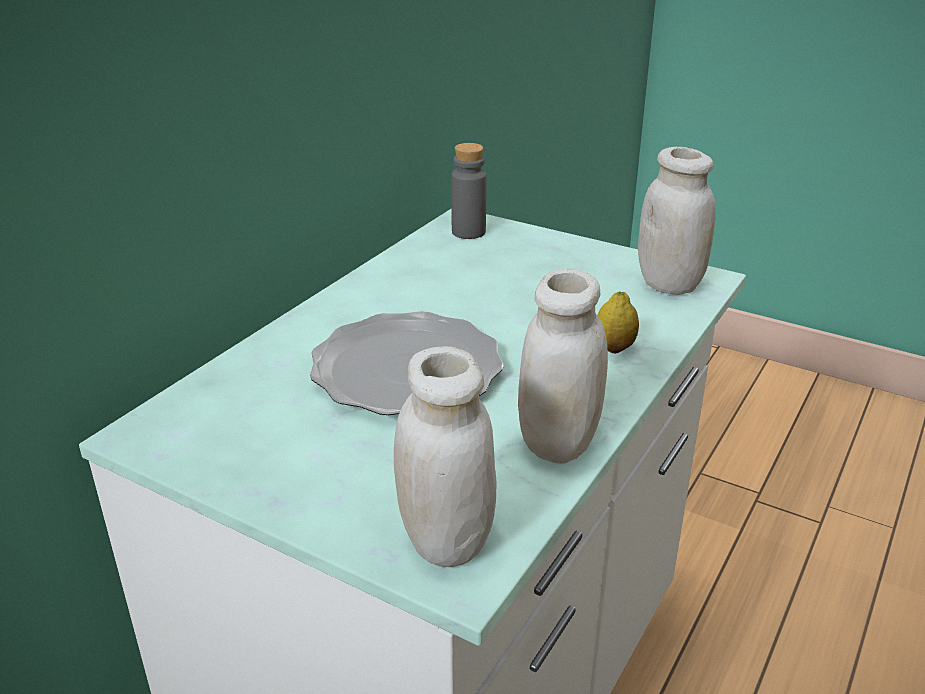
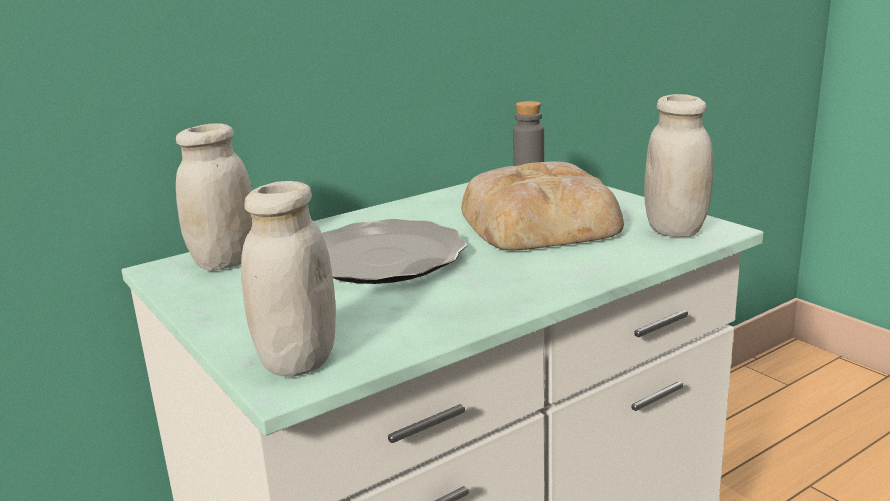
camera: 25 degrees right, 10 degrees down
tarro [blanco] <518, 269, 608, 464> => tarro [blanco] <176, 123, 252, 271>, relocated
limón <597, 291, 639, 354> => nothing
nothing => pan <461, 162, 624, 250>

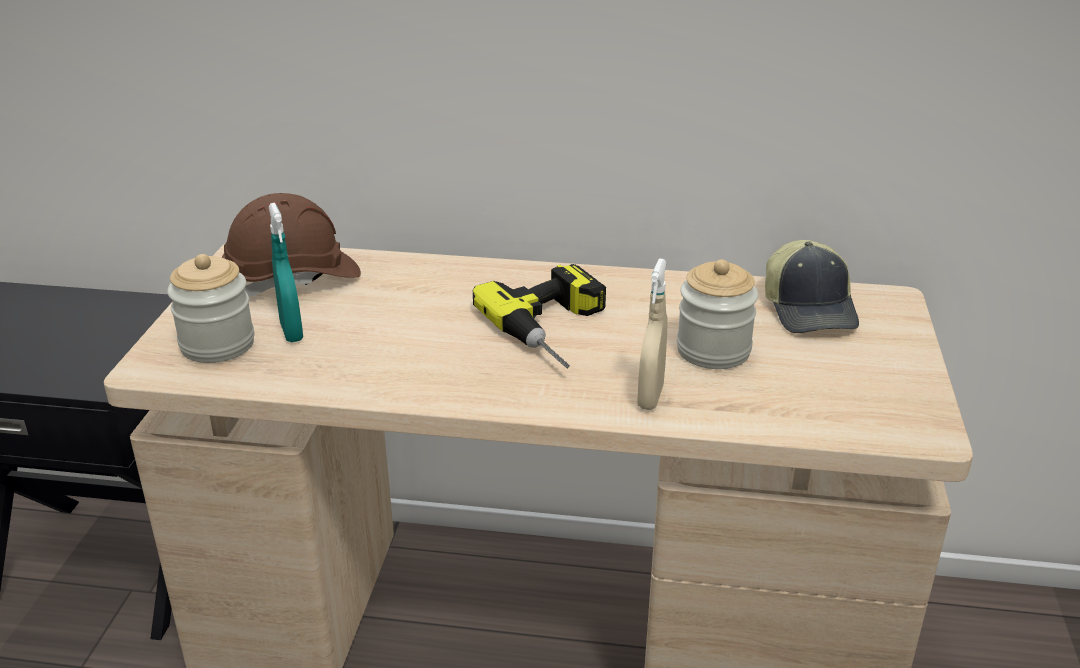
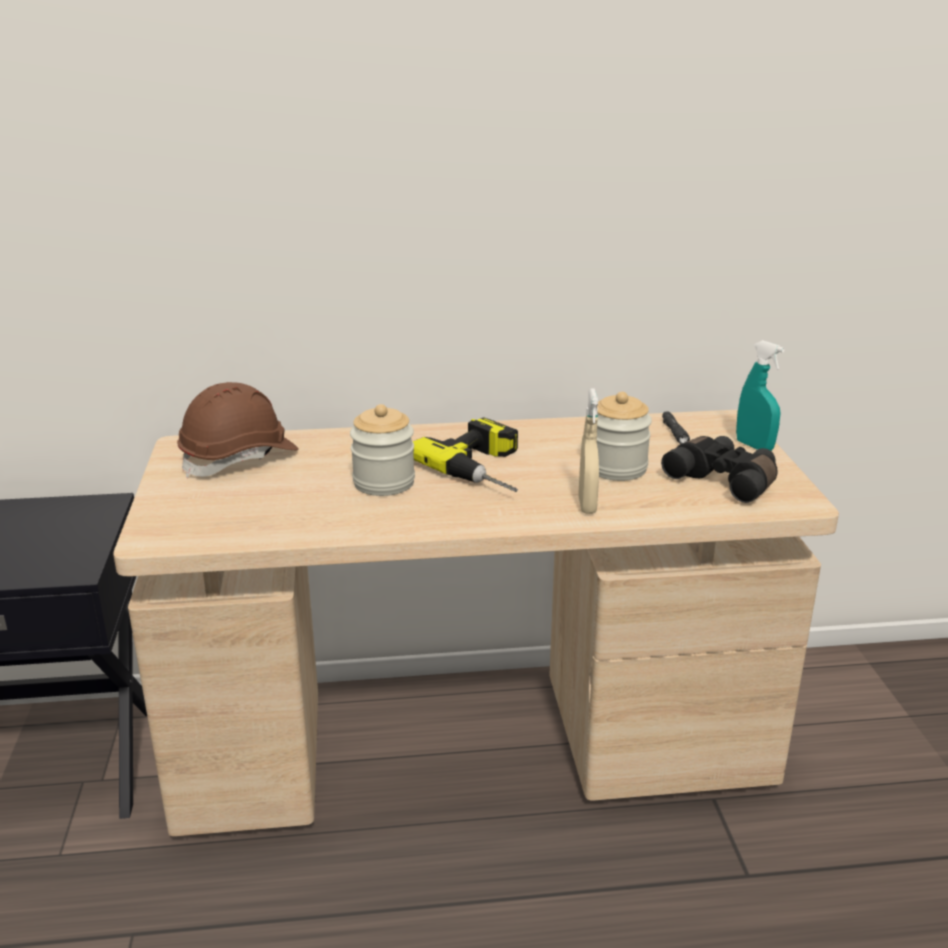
camera: 15 degrees left, 5 degrees down
pulverizador [turquesa] <269, 203, 303, 342> => pulverizador [turquesa] <736, 340, 785, 451>, relocated
gorra <765, 240, 859, 333> => linterna [negro] <662, 411, 690, 444>
tarro <167, 254, 254, 363> => tarro <350, 404, 415, 496>, relocated
nothing => prismáticos [negro] <661, 436, 778, 503>

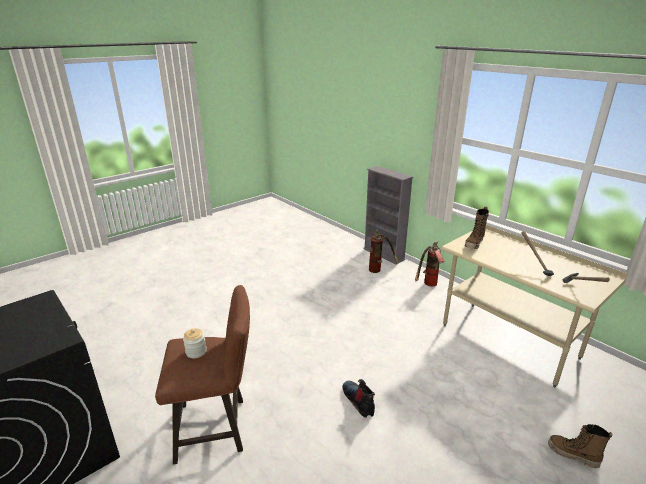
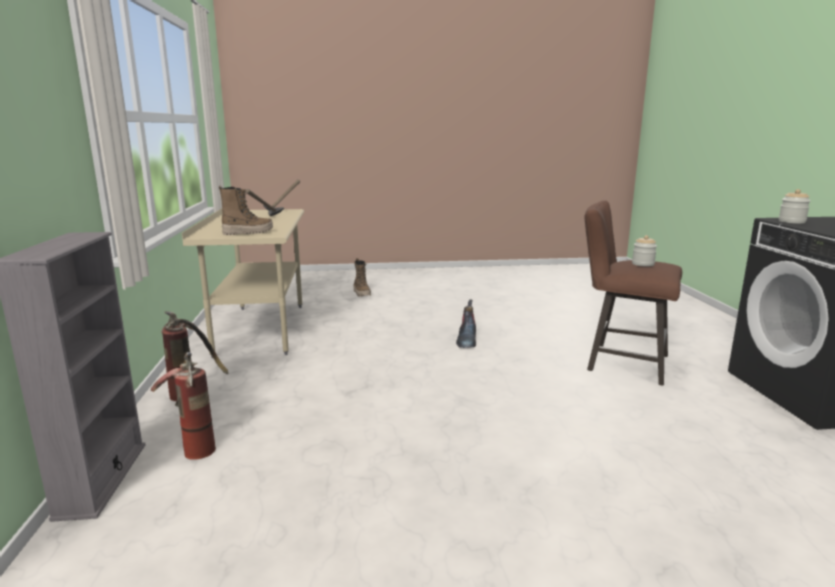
camera: 145 degrees left, 10 degrees down
nothing => tarro <779, 189, 811, 224>

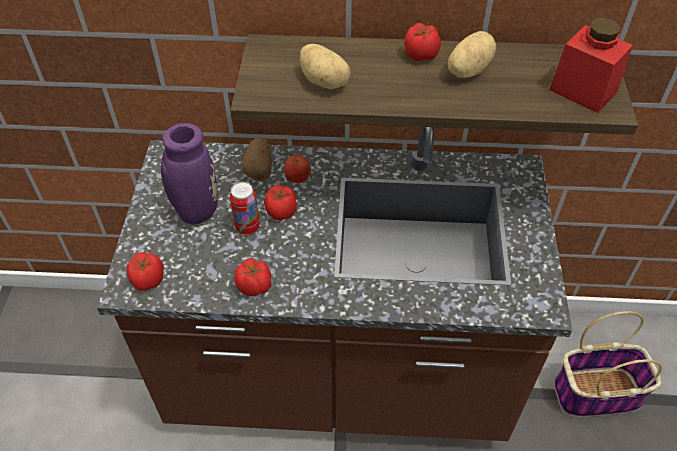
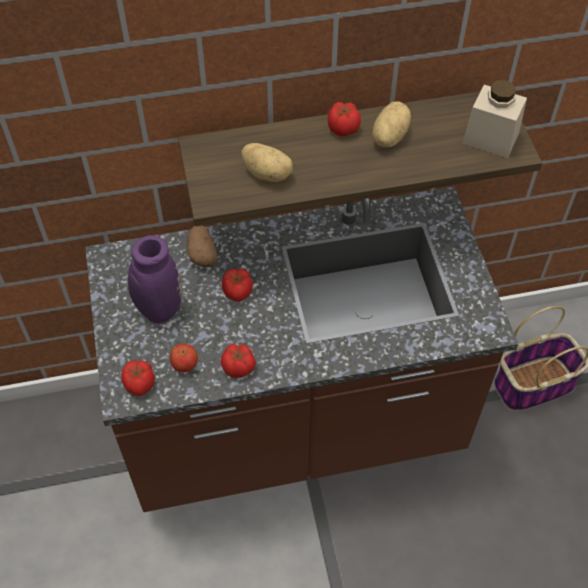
camera: 15 degrees left, 5 degrees up
tarro [rojo] <549, 18, 633, 113> => tarro [beis] <462, 80, 527, 158>
manzana <284, 156, 311, 183> => manzana <170, 344, 198, 372>, relocated
lata <230, 182, 260, 235> => nothing

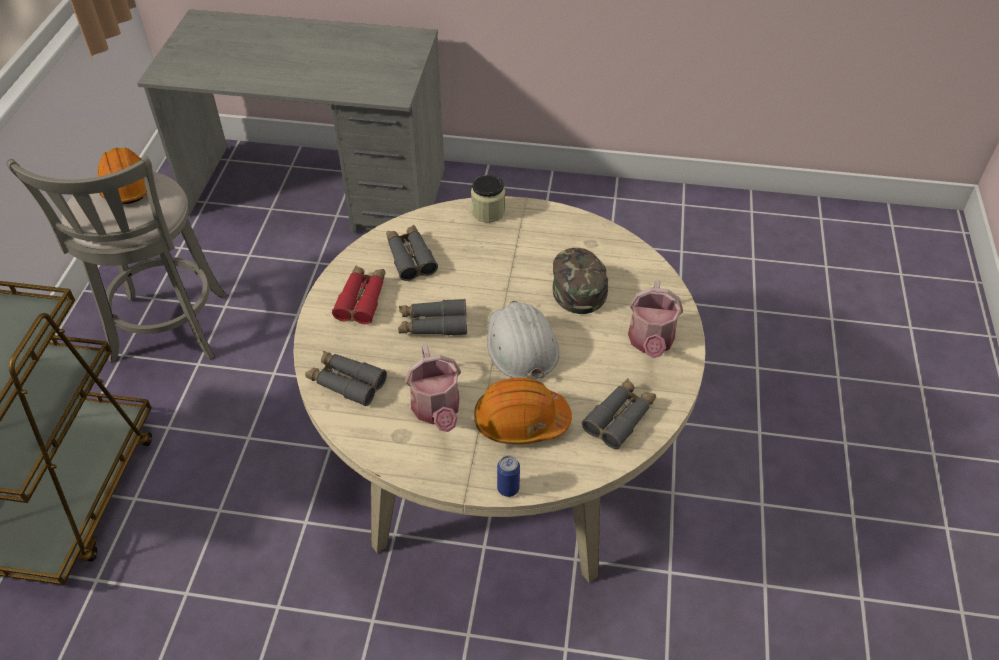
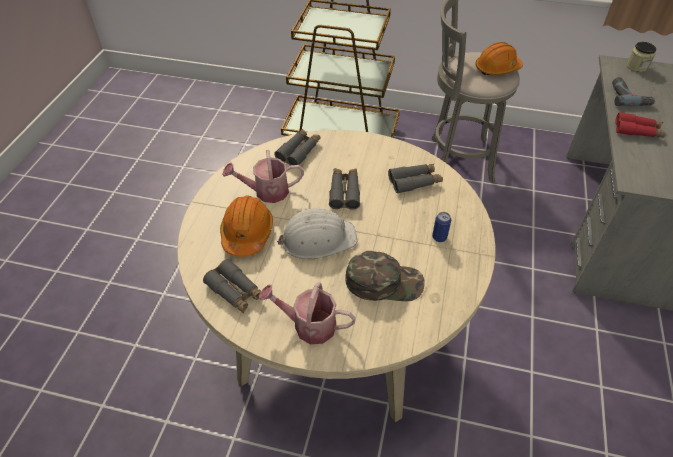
camera: 95 degrees right, 0 degrees up
tarro <471, 175, 505, 223> => tarro <626, 42, 656, 72>, relocated
prismáticos [rojo] <332, 265, 386, 324> => prismáticos [rojo] <615, 112, 666, 138>, relocated
lata <497, 455, 520, 497> => lata <432, 212, 451, 242>, relocated
nothing => taladro <612, 77, 655, 106>

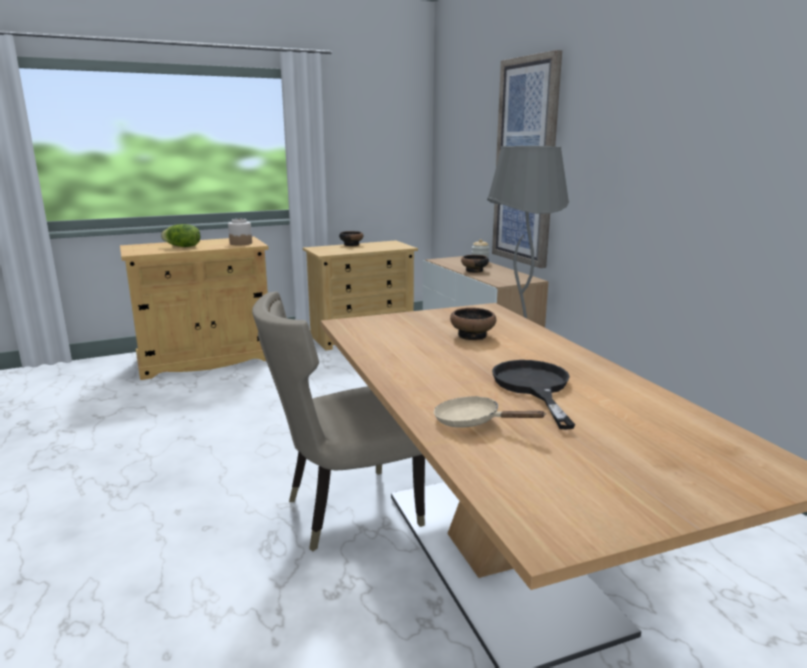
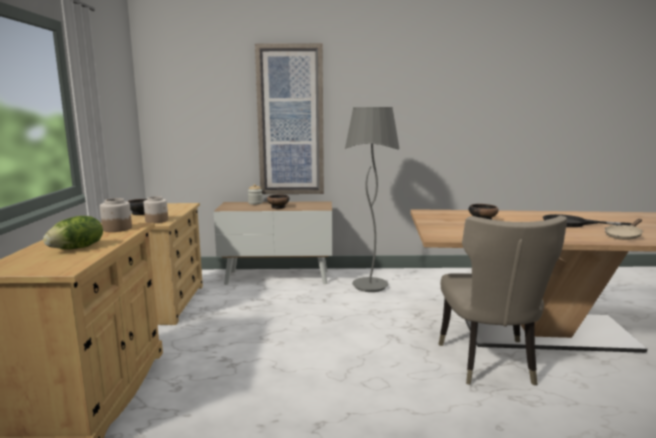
camera: 65 degrees left, 5 degrees down
nothing => tarro <144, 196, 168, 223>

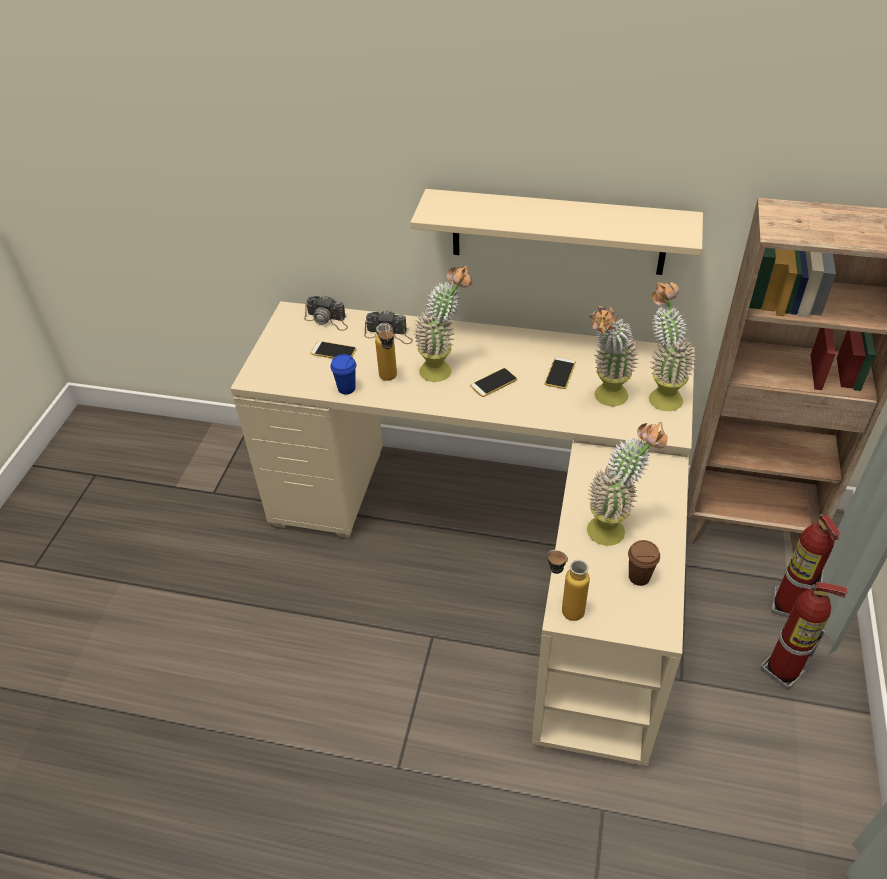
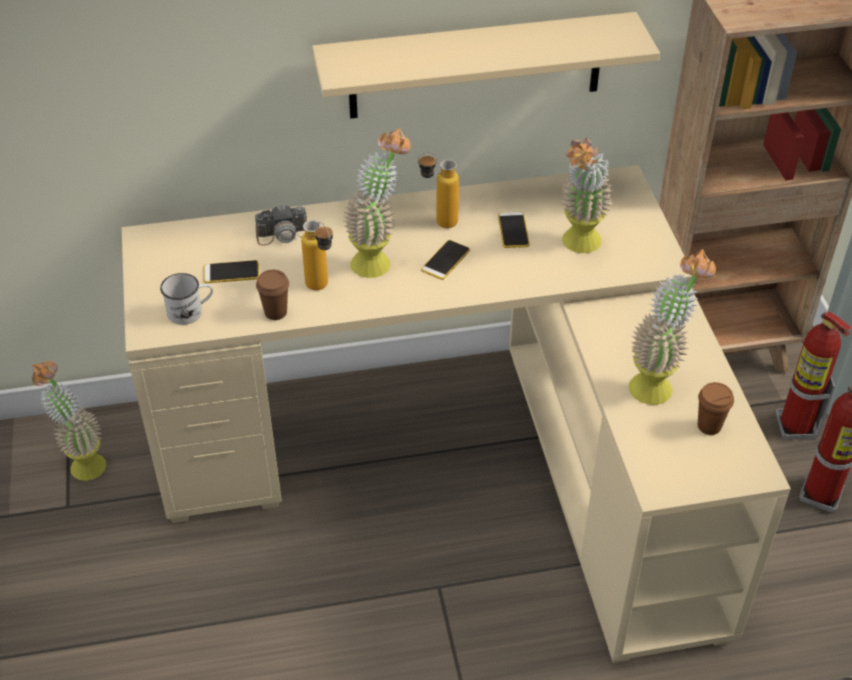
camera: 25 degrees left, 0 degrees up
planta en maceta <649, 282, 696, 411> => planta en maceta <32, 361, 106, 481>, relocated
cámara <304, 295, 348, 331> => nothing
taza [azul] <330, 354, 357, 395> => taza [marrón] <256, 270, 289, 320>
botella <547, 550, 590, 621> => botella <418, 152, 459, 228>, relocated
nothing => taza grande [blanco] <160, 273, 213, 325>

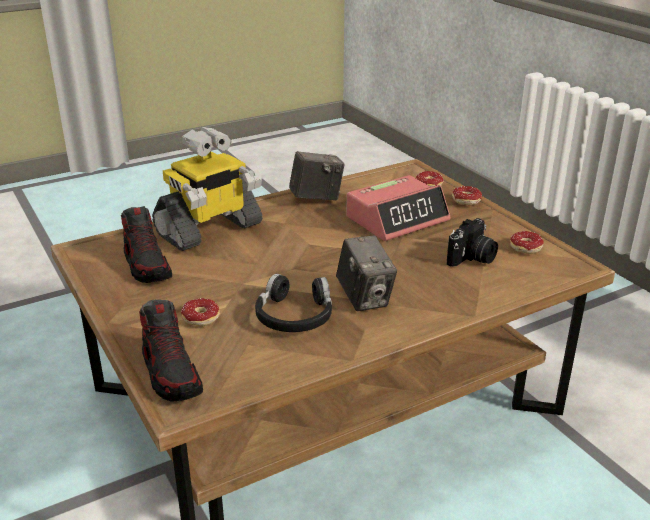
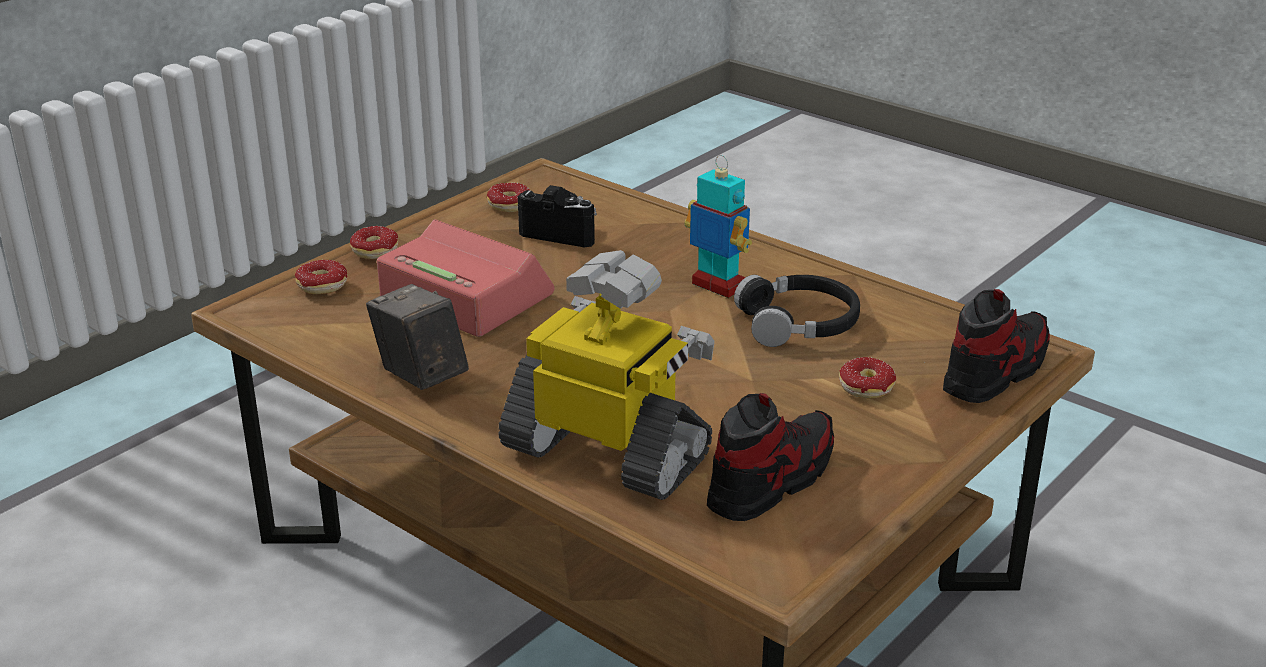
camera: 110 degrees left, 0 degrees up
cámara <336, 236, 397, 311> => robot de juguete <685, 155, 752, 298>

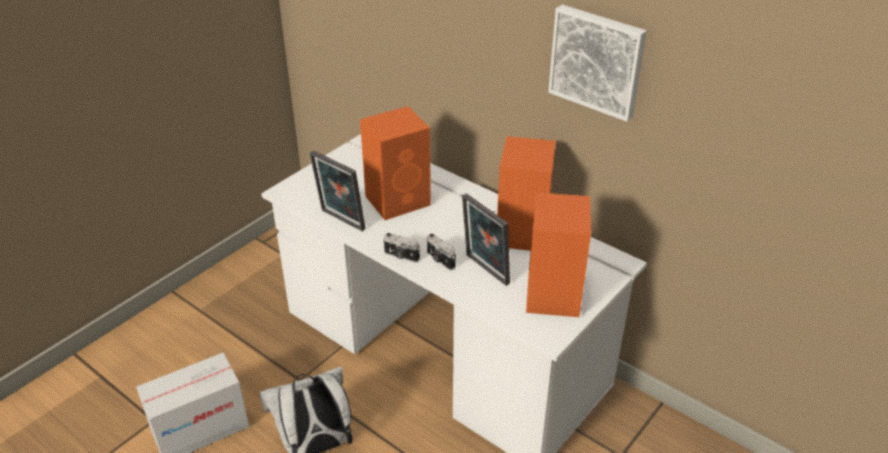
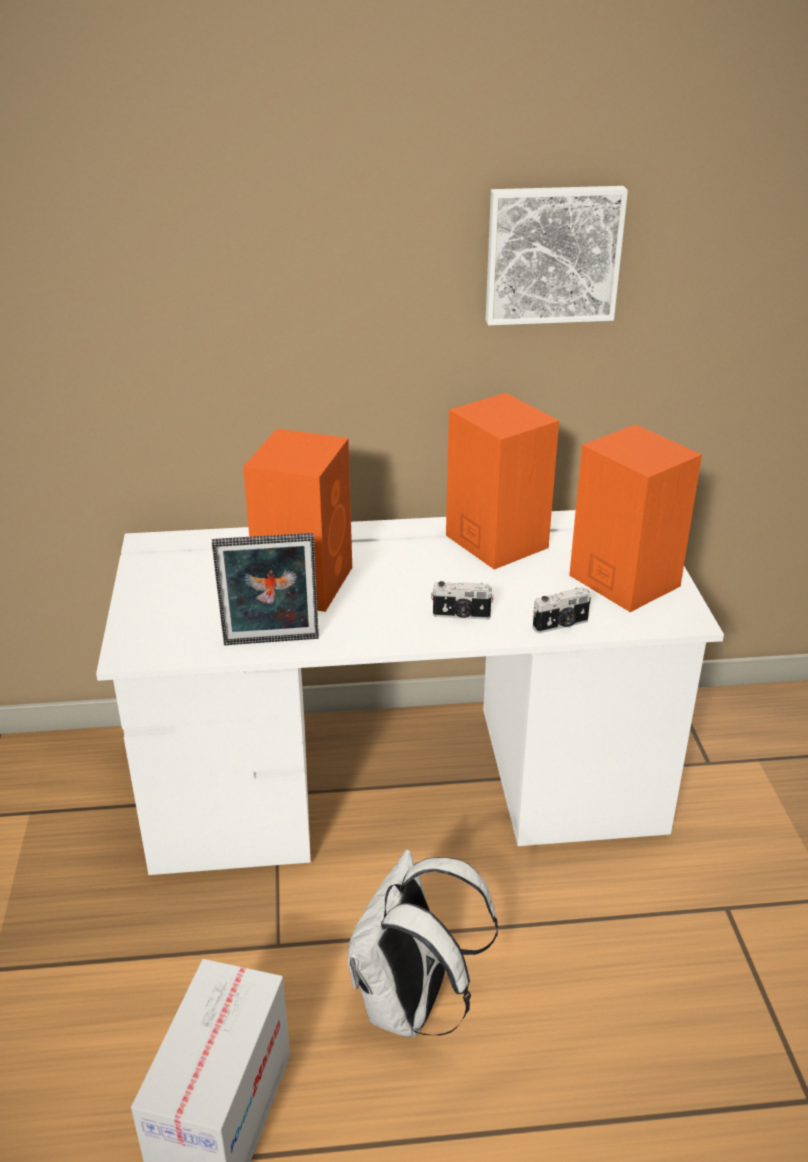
camera: 45 degrees left, 5 degrees down
portarretratos <462, 194, 510, 286> => nothing
cámara <383, 233, 420, 263> => cámara <533, 587, 591, 633>, relocated

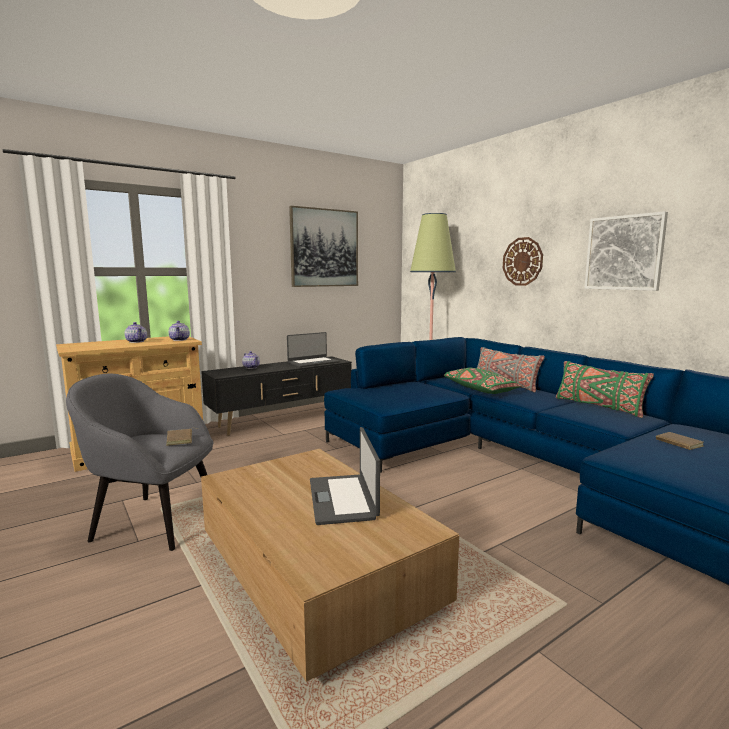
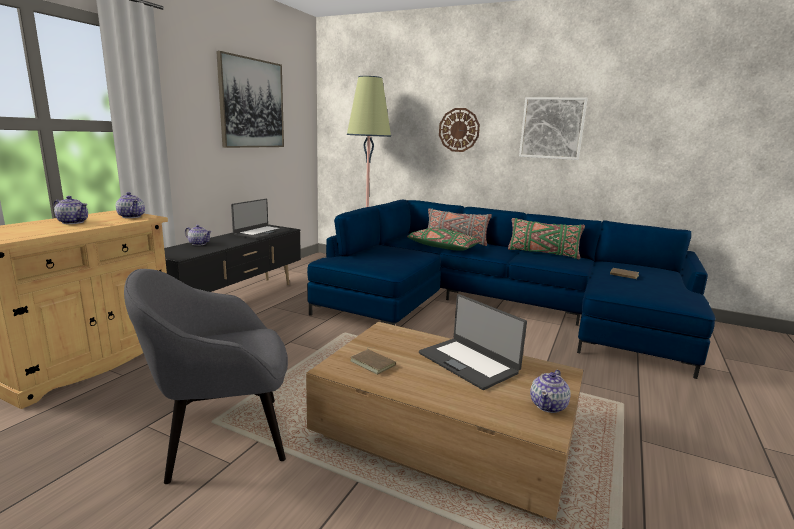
camera: 30 degrees left, 5 degrees up
libro [marrón] <166, 428, 199, 446> => libro [marrón] <350, 347, 396, 375>, relocated
nothing => tetera <530, 370, 571, 413>

